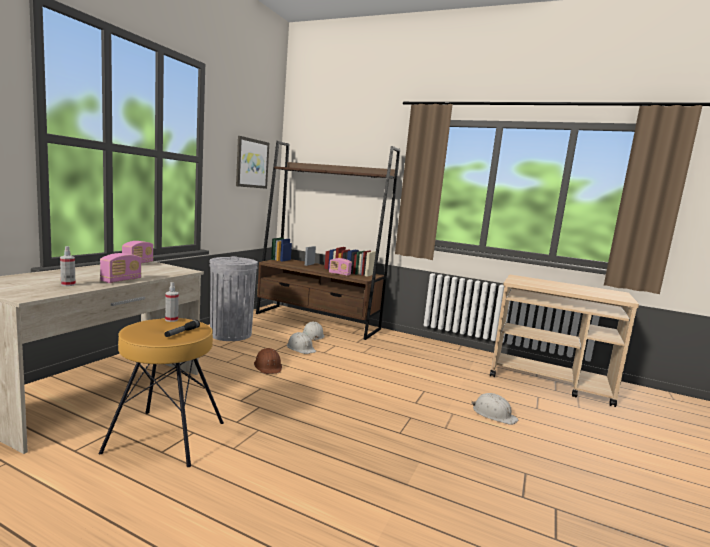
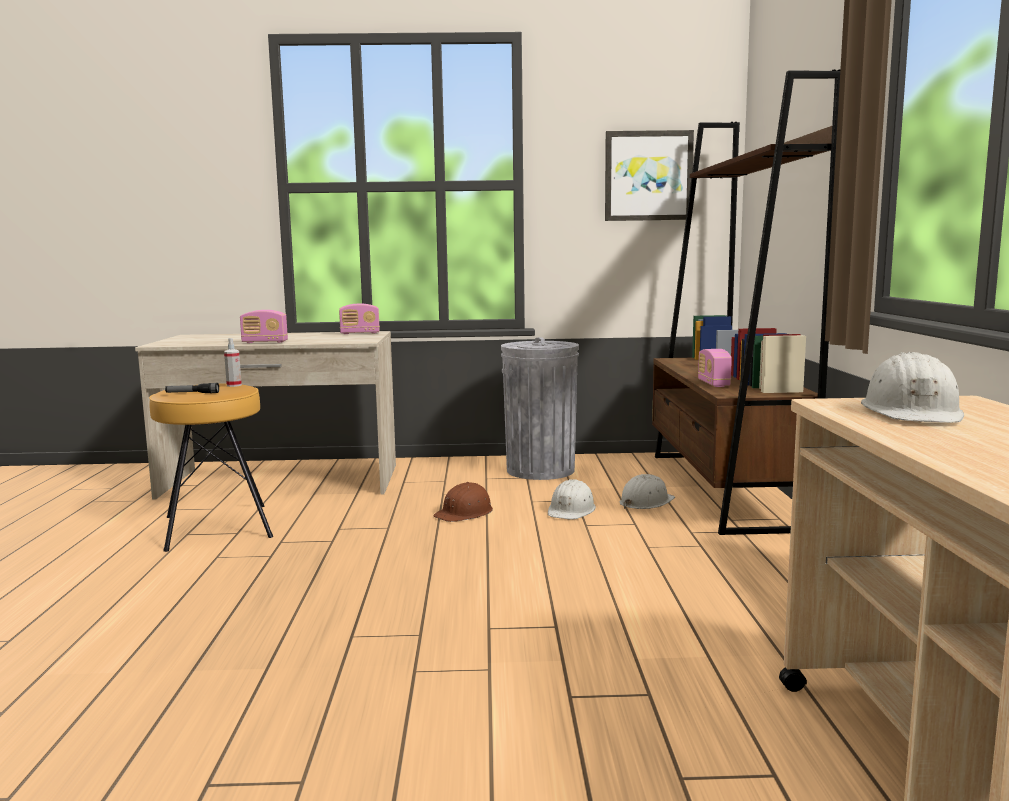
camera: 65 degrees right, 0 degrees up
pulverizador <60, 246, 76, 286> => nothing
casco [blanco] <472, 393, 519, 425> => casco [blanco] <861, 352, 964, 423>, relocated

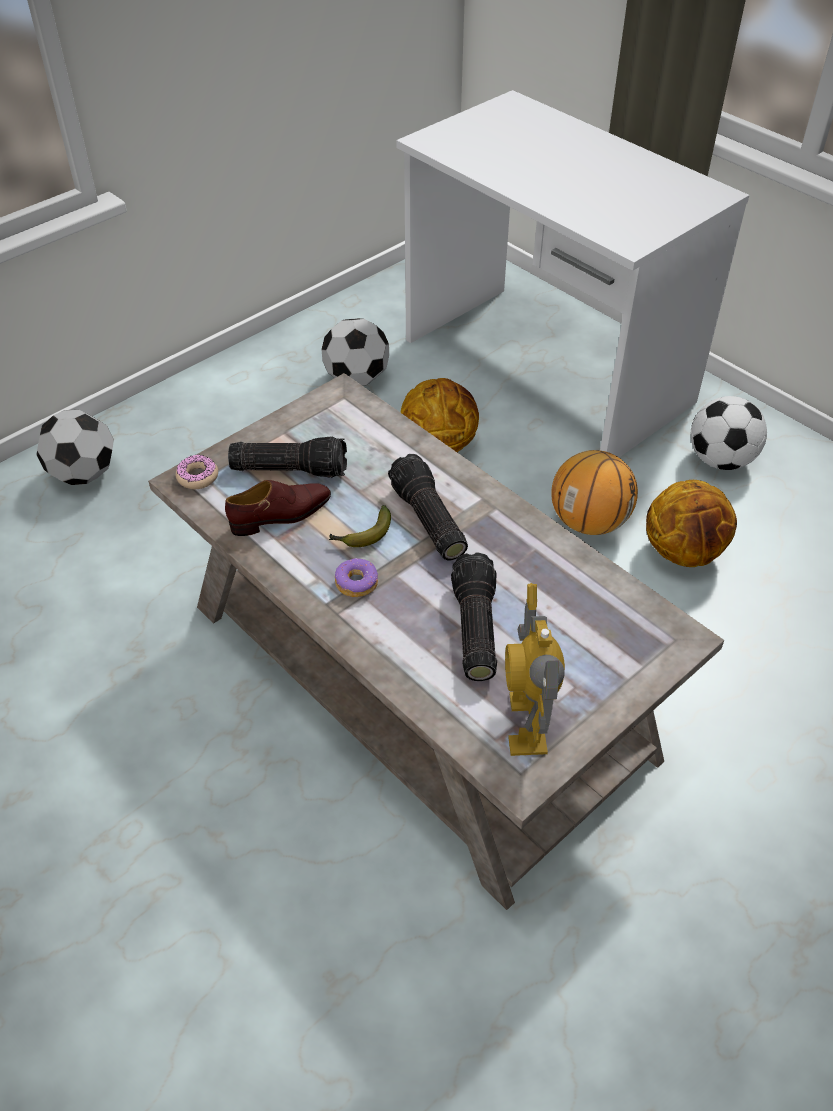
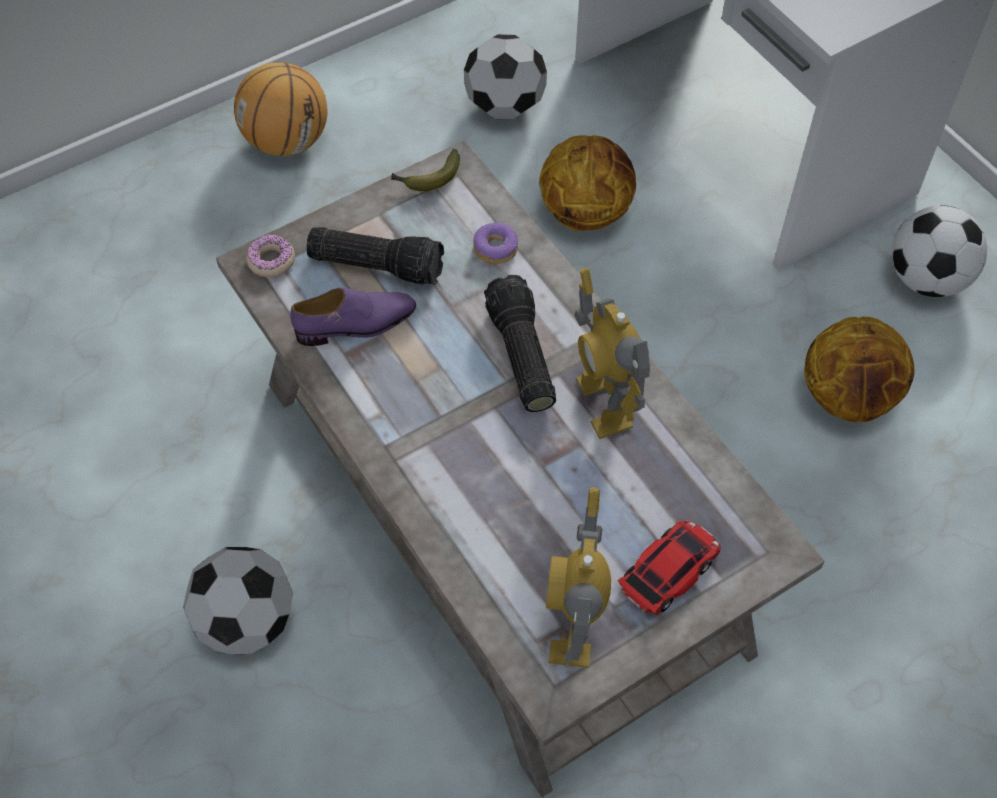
camera: 10 degrees right, 10 degrees up
balón de fútbol <37, 410, 114, 485> => balón de fútbol <183, 547, 293, 655>, relocated
balón de baloncesto <551, 450, 638, 535> => balón de baloncesto <234, 62, 328, 156>, relocated
zapato [marrón] <225, 480, 331, 536> => zapato [morado] <290, 288, 416, 346>
plátano <329, 505, 391, 547> => plátano <391, 149, 460, 191>, relocated
linterna <451, 552, 497, 681> => nothing
rosquilla <335, 558, 378, 597> => rosquilla <473, 222, 518, 264>, relocated
nothing => robot de juguete <575, 268, 650, 439>
nothing => coche de juguete <618, 521, 721, 615>

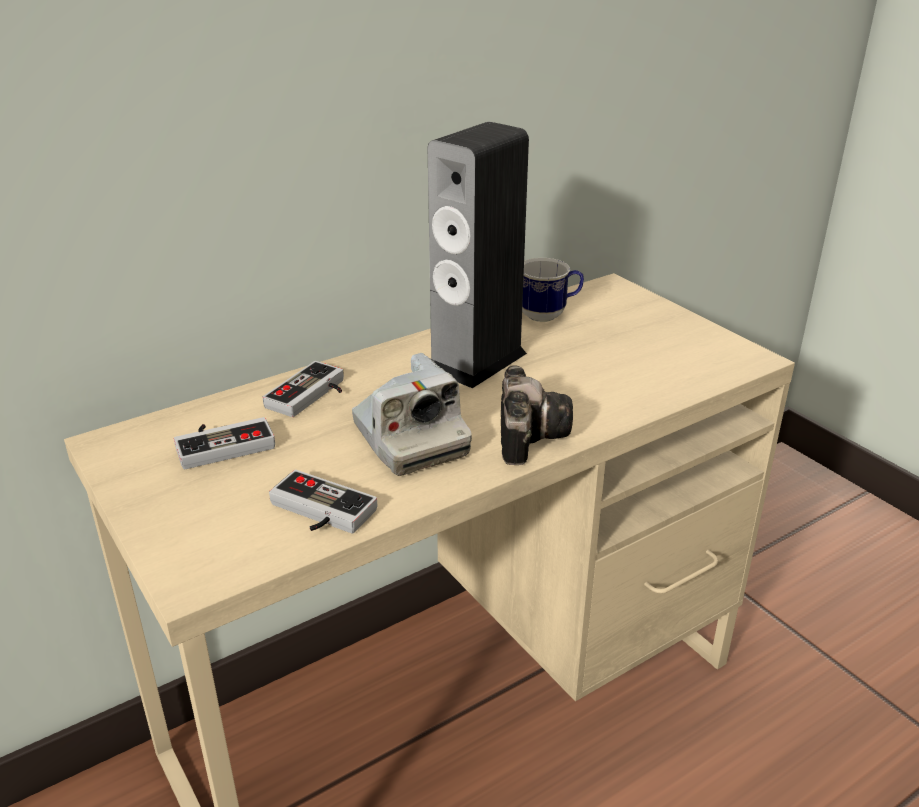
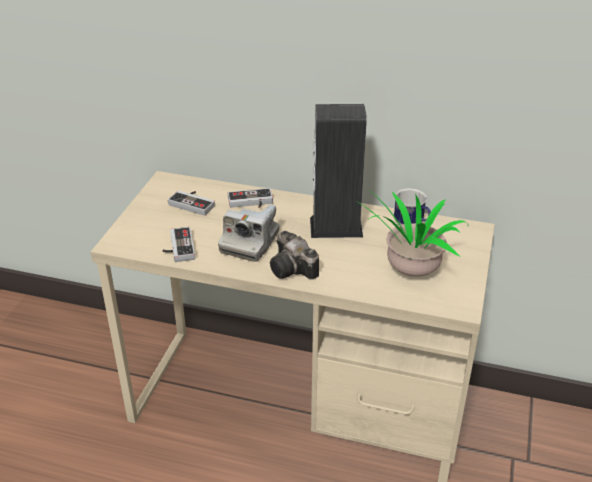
camera: 50 degrees right, 5 degrees up
cámara <501, 365, 573, 465> => cámara <270, 231, 319, 280>, 90 degrees clockwise
nothing => planta en maceta <358, 188, 468, 277>

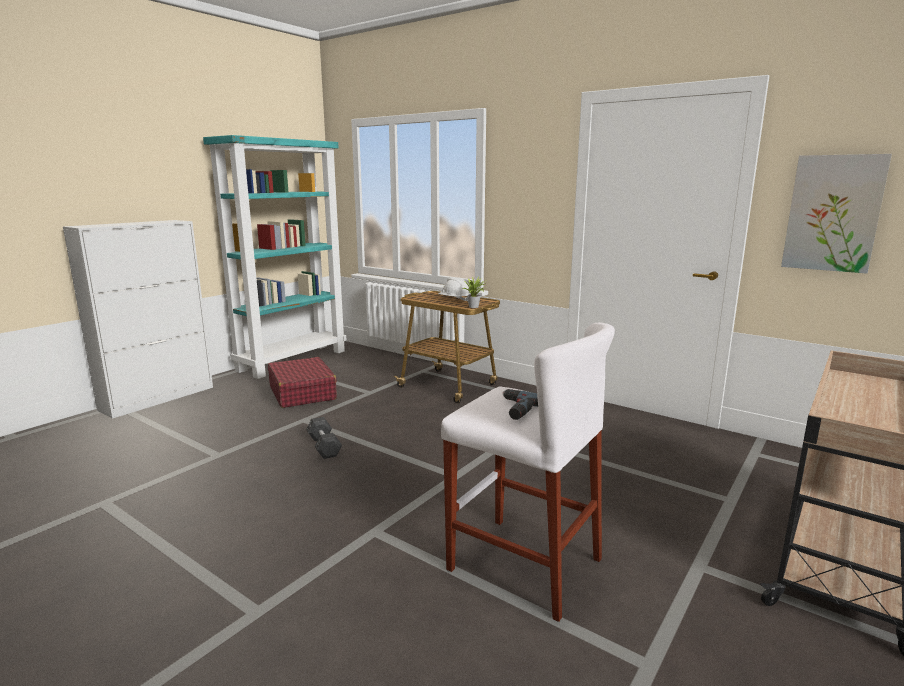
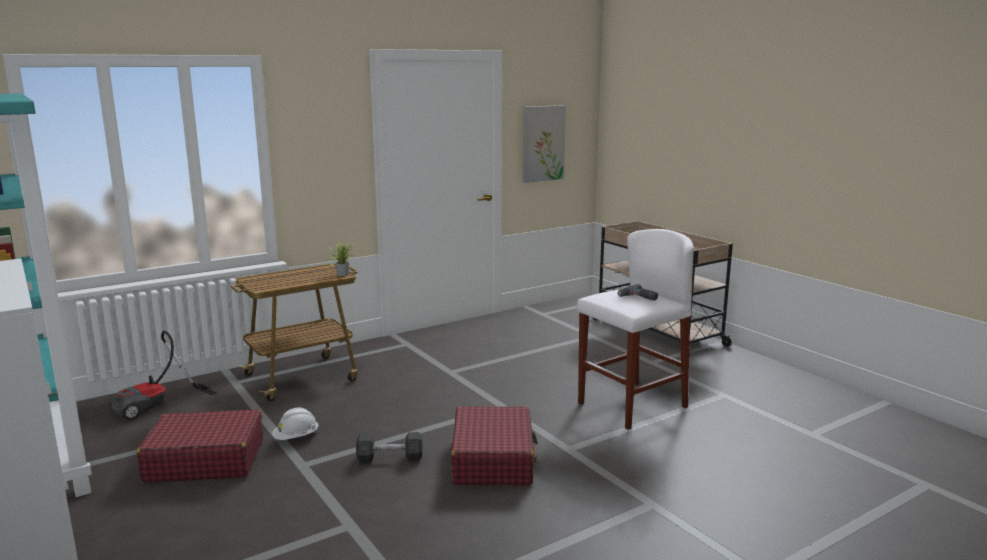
camera: 70 degrees left, 0 degrees up
casco [blanco] <438, 277, 471, 301> => casco [blanco] <272, 407, 318, 440>, relocated
nothing => aspiradora <108, 330, 217, 421>
nothing => maleta [rojo] <451, 406, 538, 486>

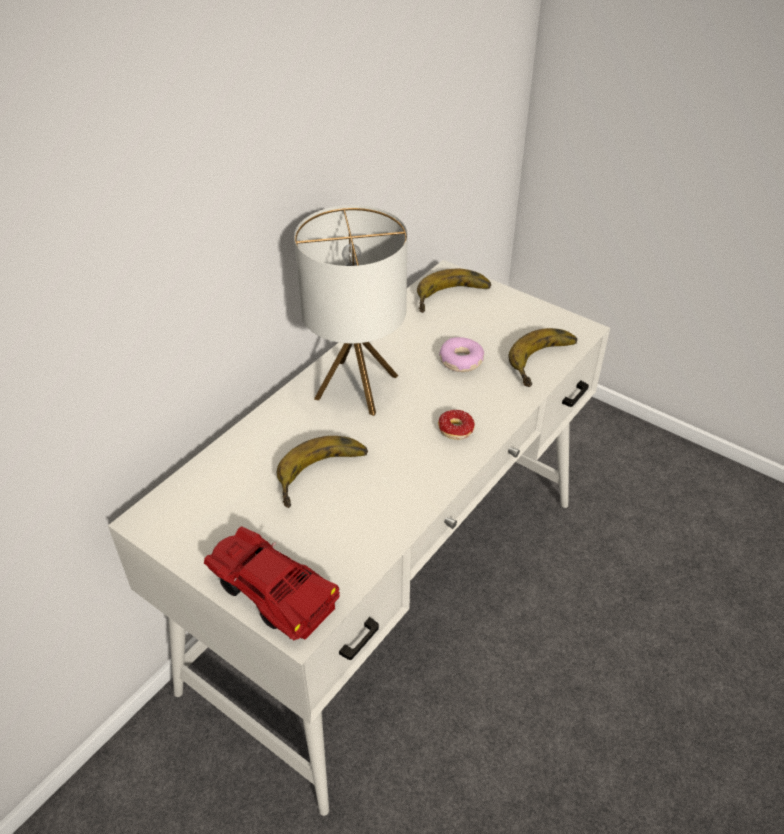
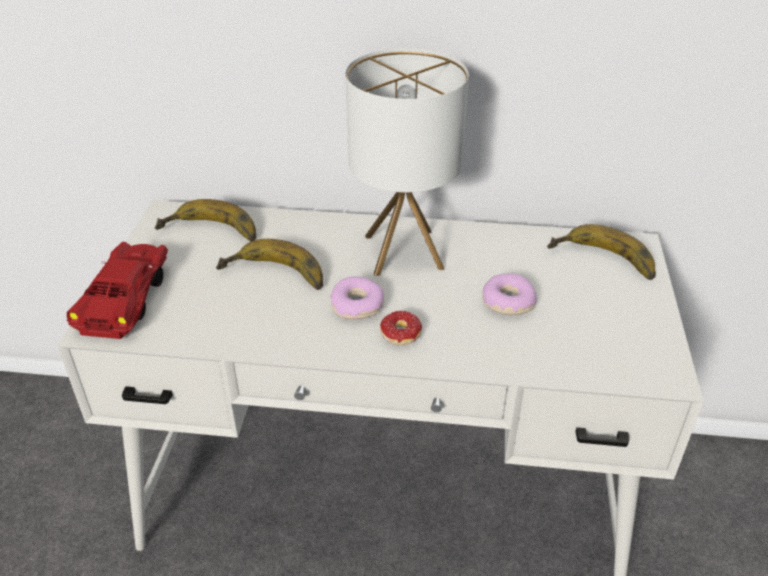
camera: 60 degrees right, 5 degrees down
plátano <508, 328, 577, 387> => plátano <155, 199, 256, 241>, relocated
nothing => rosquilla <330, 276, 384, 319>

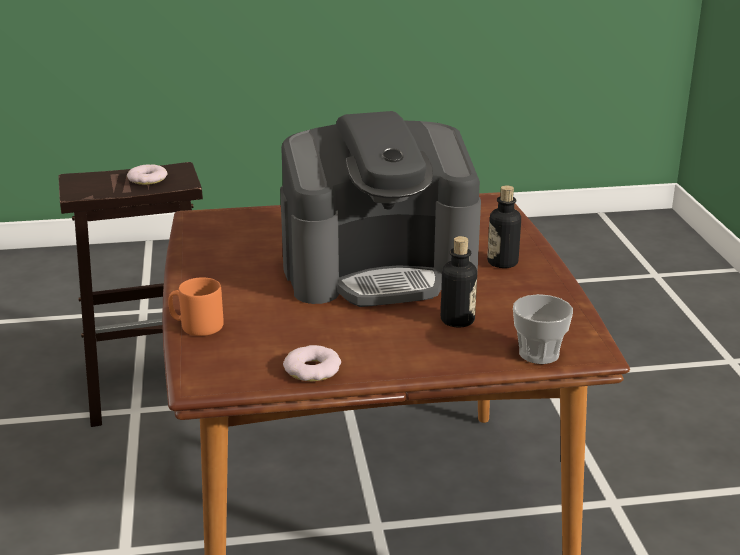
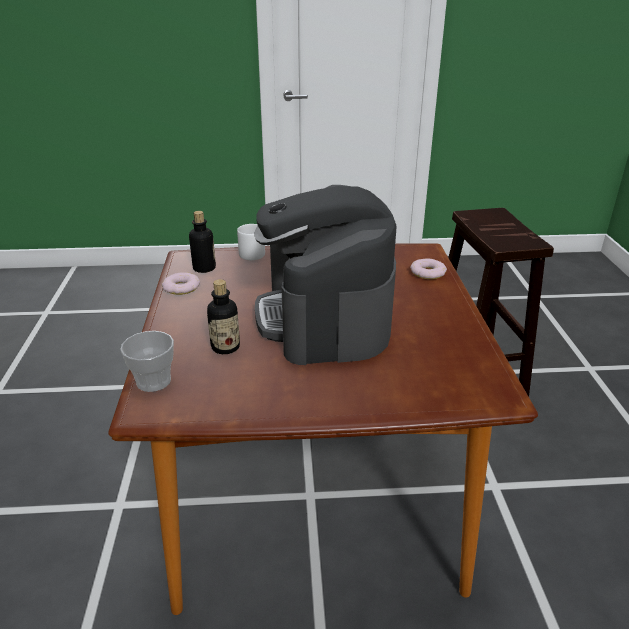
camera: 95 degrees right, 5 degrees up
rosquilla <127, 164, 167, 185> => rosquilla <410, 259, 447, 279>, relocated
botella <487, 185, 521, 268> => botella <189, 211, 216, 273>, relocated
taza grande [naranja] <168, 277, 224, 336> => taza grande [blanco] <237, 224, 265, 260>

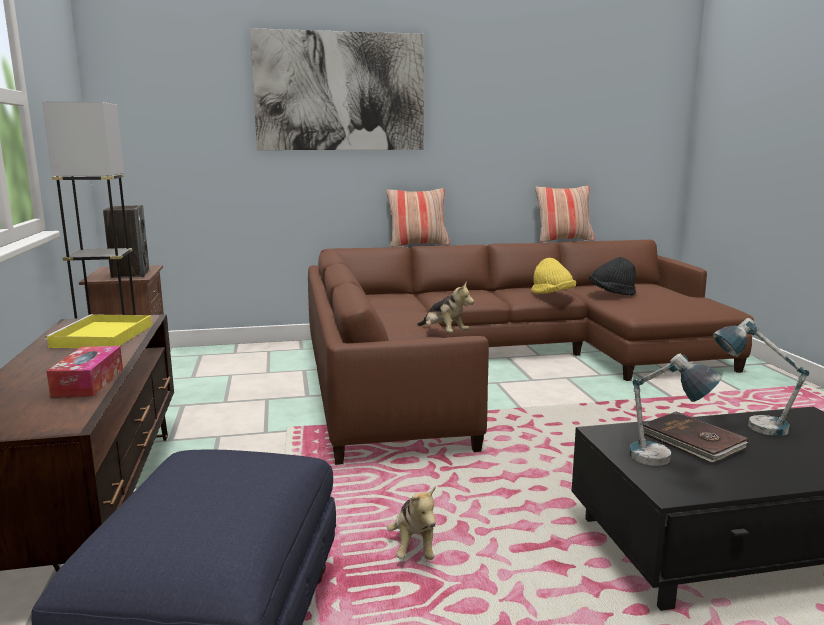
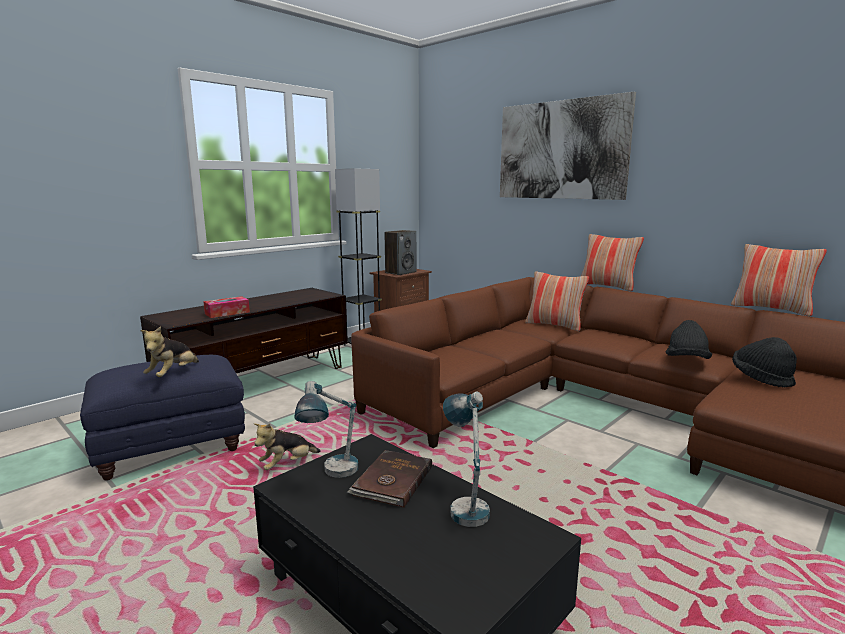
camera: 55 degrees right, 0 degrees up
sombrero [amarillo] <531, 258, 576, 294> => sombrero [negro] <666, 320, 712, 359>
peluche <417, 281, 474, 333> => peluche <140, 326, 199, 377>, relocated
bandeja [amarillo] <44, 314, 152, 348> => nothing
nothing => cojín <525, 271, 589, 331>

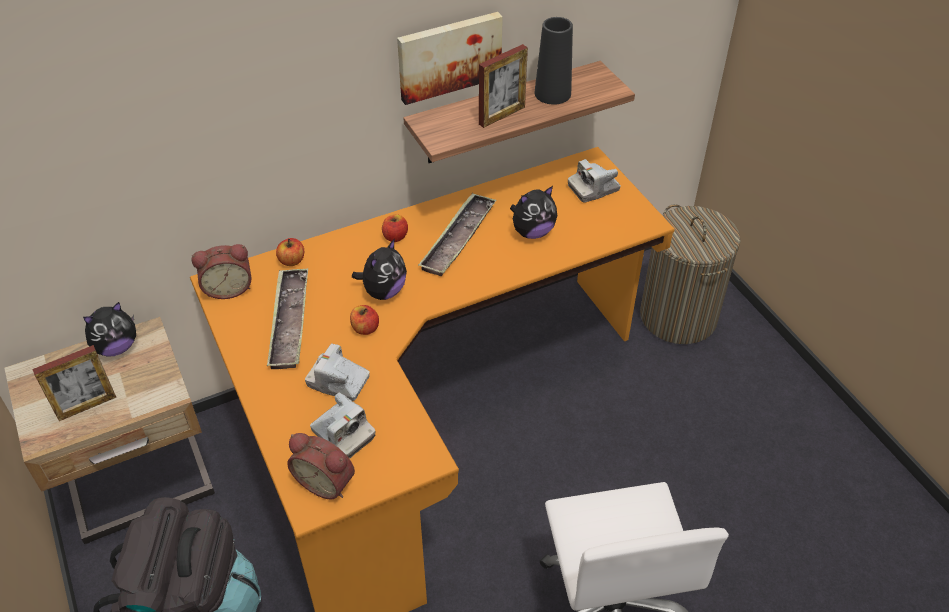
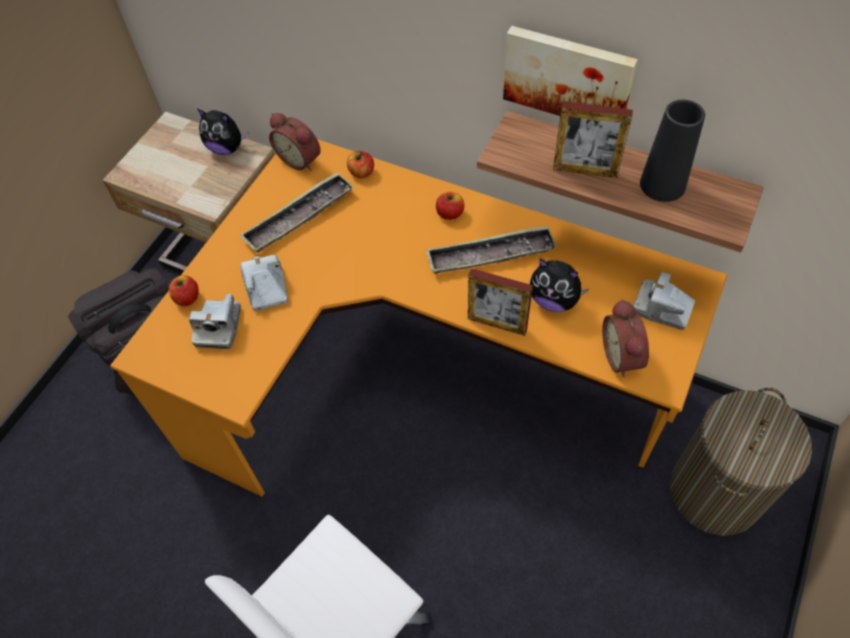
camera: 55 degrees right, 10 degrees up
peluche <352, 238, 407, 300> => nothing
manzana <350, 305, 379, 335> => manzana <169, 275, 199, 306>, relocated
portarretratos <32, 345, 116, 421> => portarretratos <468, 268, 533, 336>, relocated
despertador <287, 433, 355, 499> => despertador <602, 299, 649, 377>, relocated

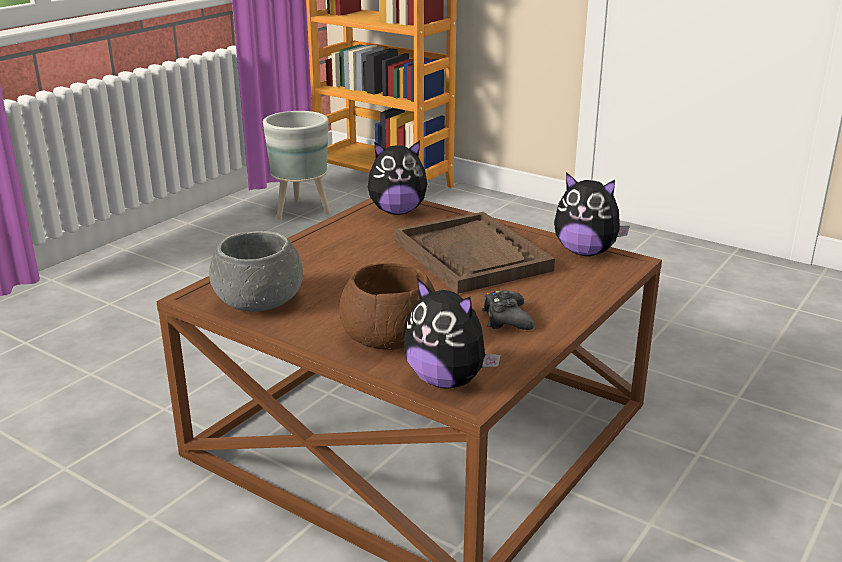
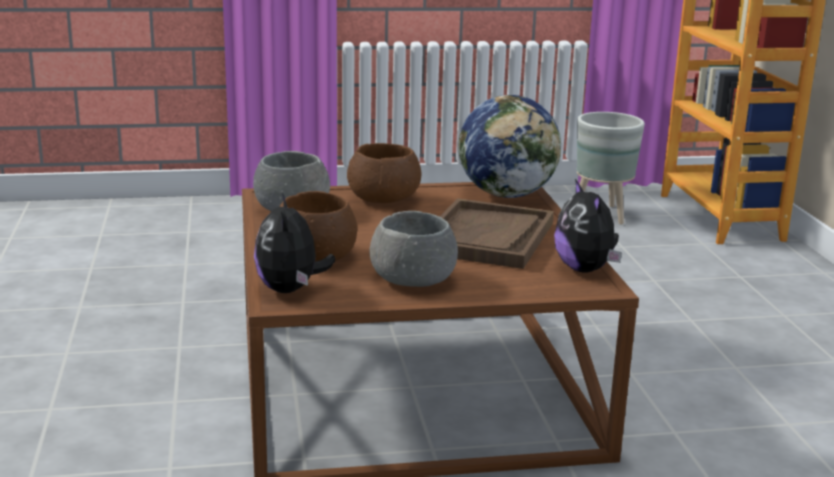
camera: 45 degrees right, 5 degrees down
peluche <368, 140, 430, 215> => globo terráqueo <458, 95, 561, 198>
mando de consola [negro] <482, 290, 534, 330> => cuenco [gris] <369, 211, 458, 287>
nothing => cuenco [marrón] <347, 143, 421, 203>

